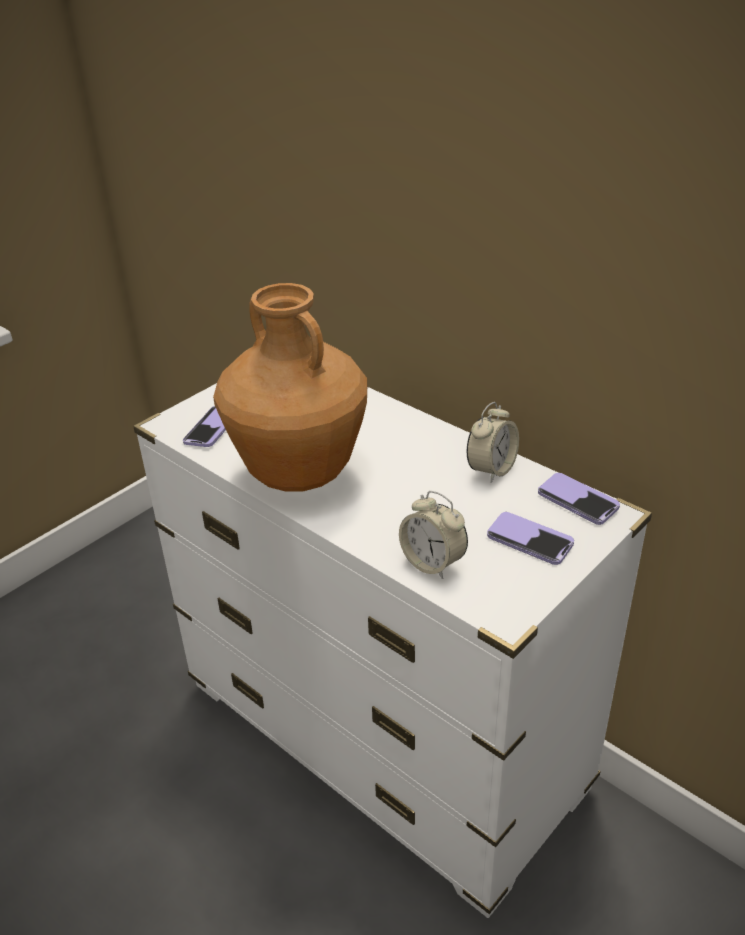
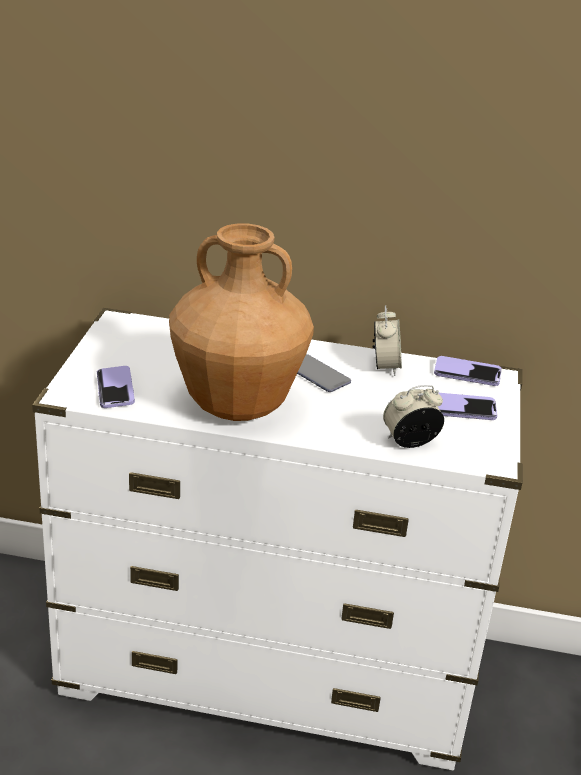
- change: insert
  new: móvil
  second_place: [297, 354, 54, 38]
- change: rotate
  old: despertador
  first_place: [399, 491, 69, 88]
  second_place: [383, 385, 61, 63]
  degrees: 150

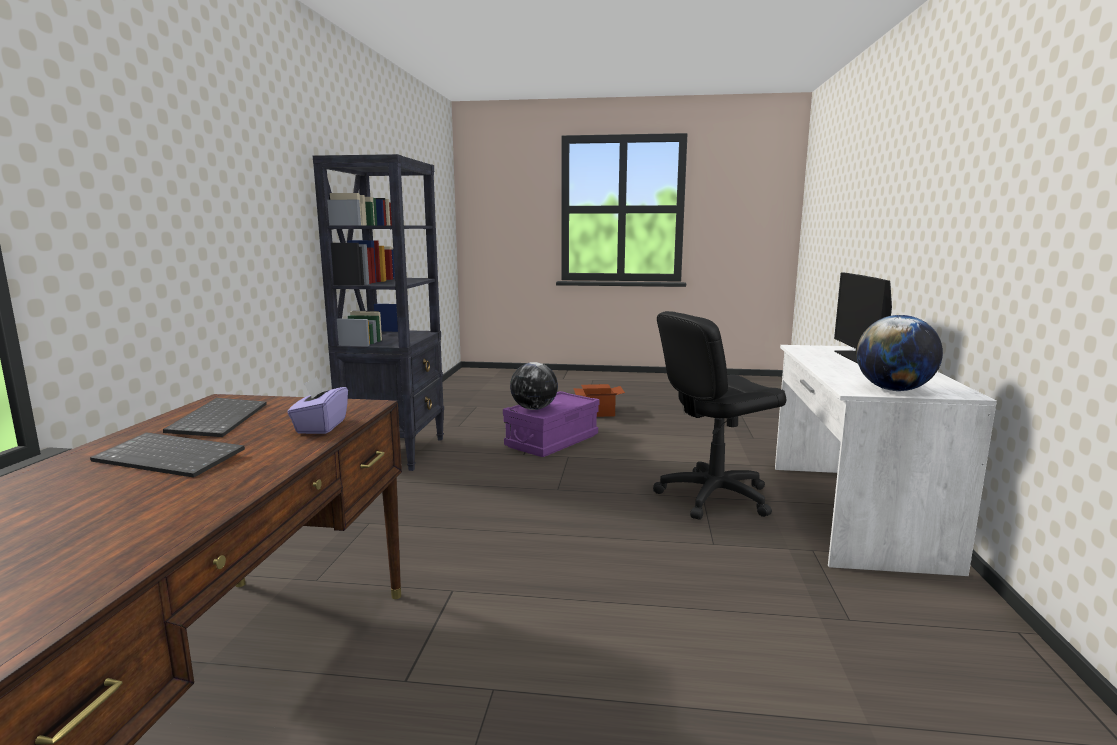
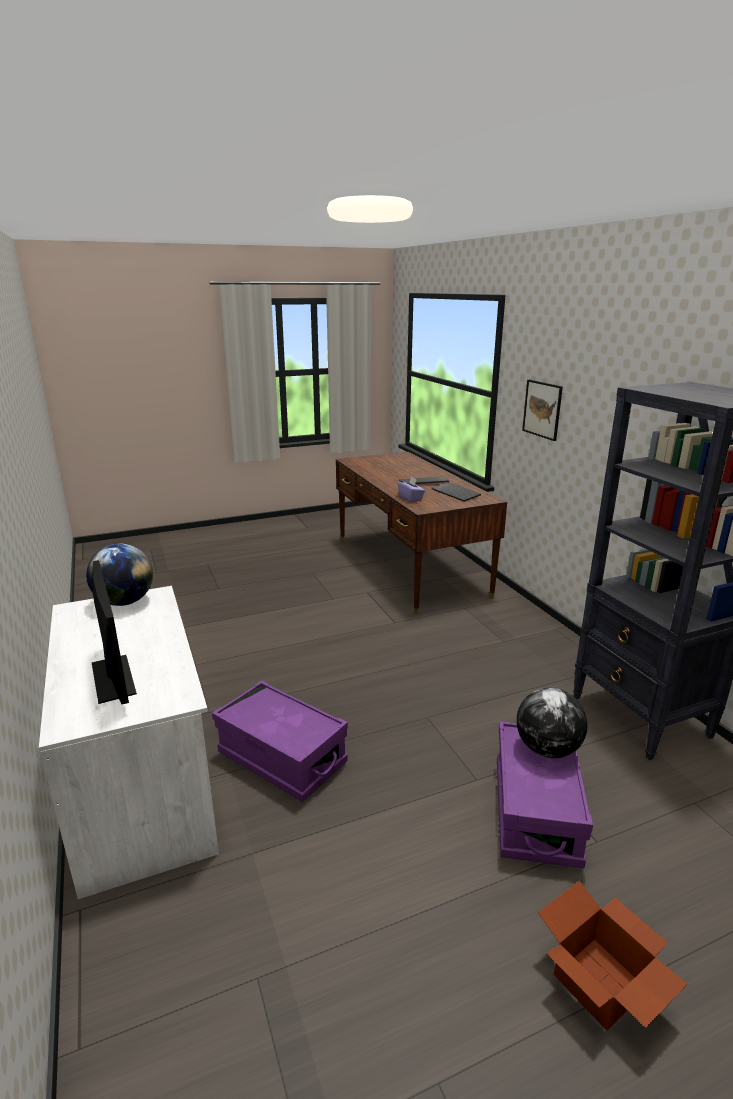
- change: replace
  old: silla de oficina (negro)
  new: caja de almacenaje (morado)
  first_place: [653, 311, 133, 209]
  second_place: [212, 680, 136, 122]
- change: insert
  new: cuadro
  second_place: [522, 380, 41, 61]

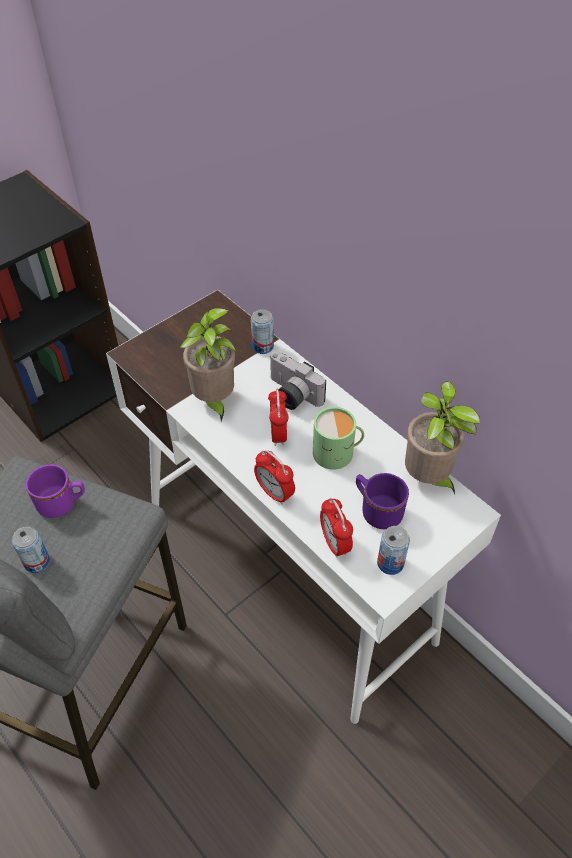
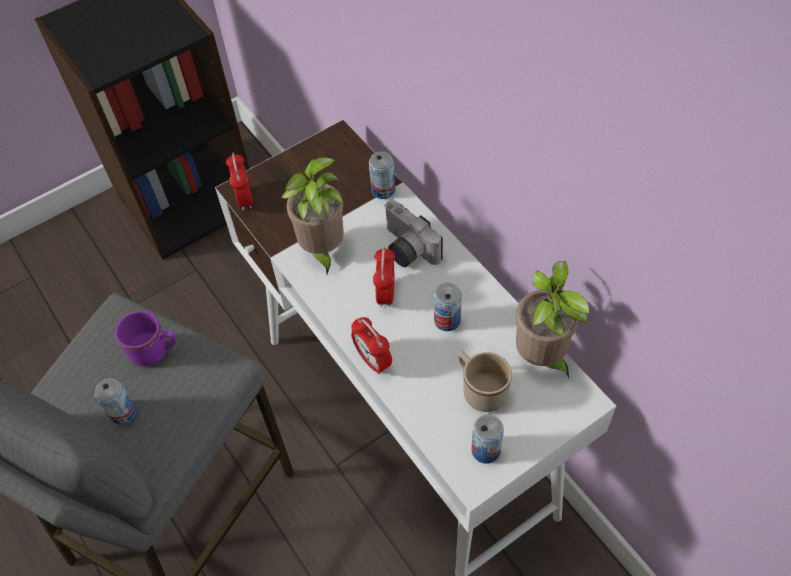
- change: move
  old: despertador
  first_place: [320, 498, 33, 60]
  second_place: [226, 153, 27, 57]
- change: replace
  old: taza grande (verde)
  new: lata
  first_place: [313, 407, 51, 63]
  second_place: [434, 282, 28, 49]
- change: recolor
  old: taza grande (morado)
  new: taza grande (beis)
  first_place: [356, 473, 53, 56]
  second_place: [458, 351, 54, 61]

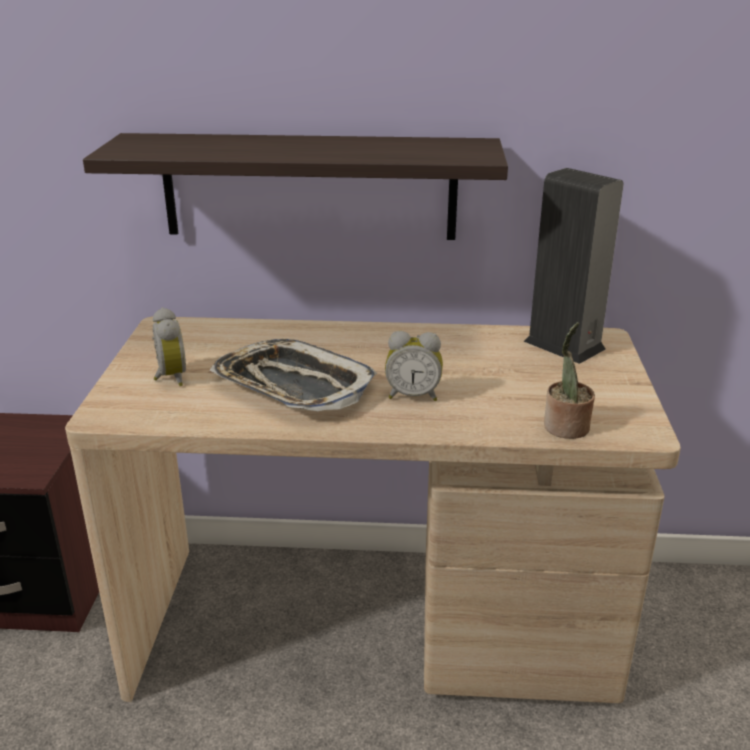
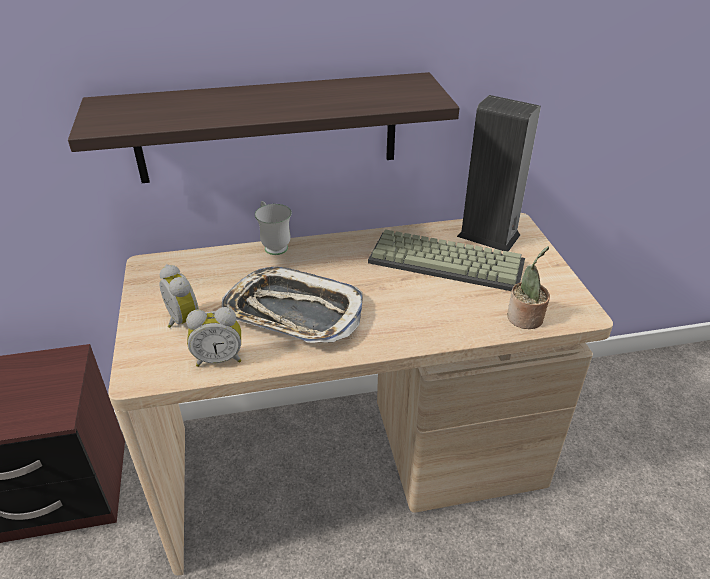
- change: move
  old: despertador
  first_place: [385, 331, 58, 70]
  second_place: [186, 307, 55, 60]
- change: insert
  new: taza grande (blanco)
  second_place: [255, 201, 37, 54]
- change: insert
  new: teclado
  second_place: [368, 229, 157, 62]

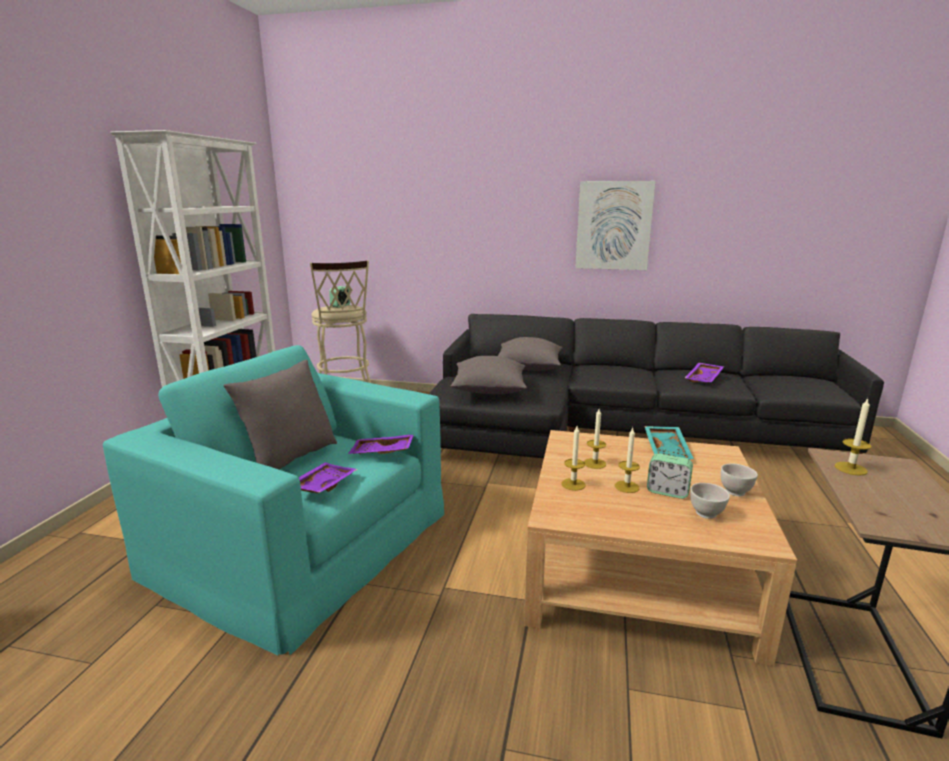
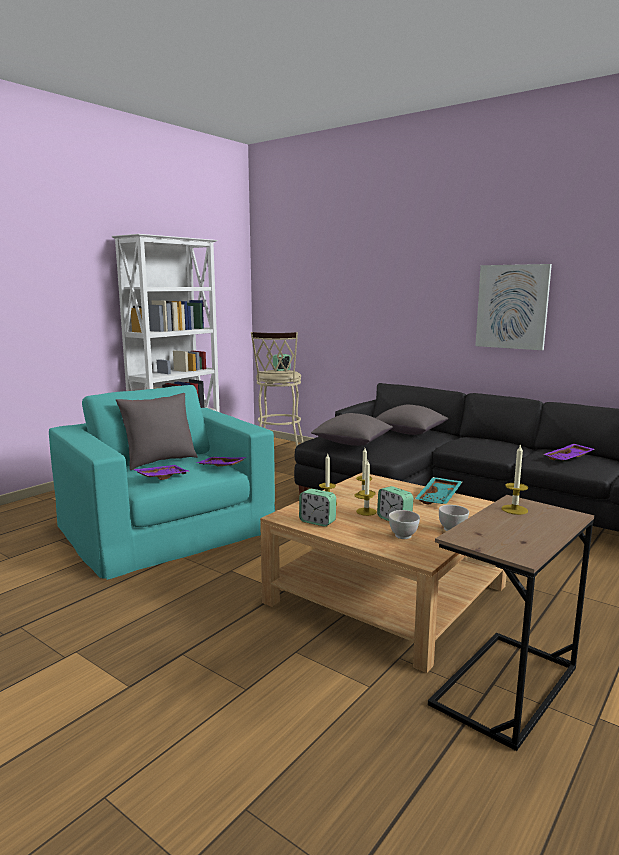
- change: insert
  new: despertador
  second_place: [299, 489, 37, 38]

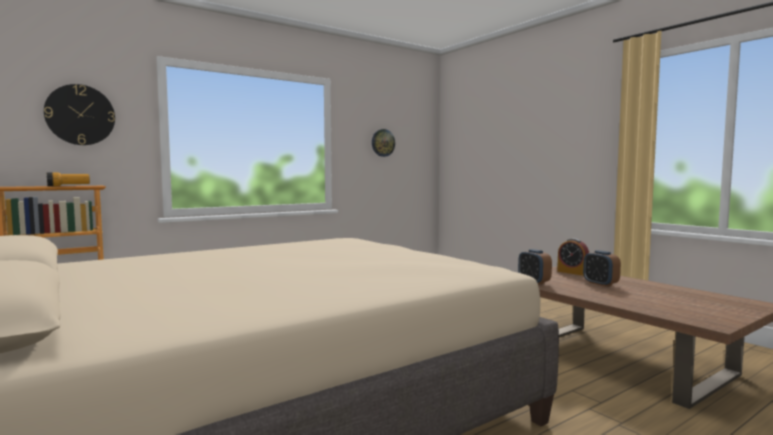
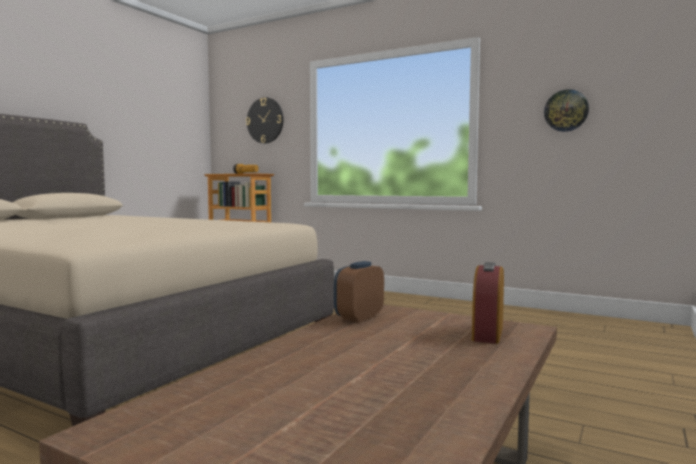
- change: delete
  old: despertador
  first_place: [583, 250, 38, 37]

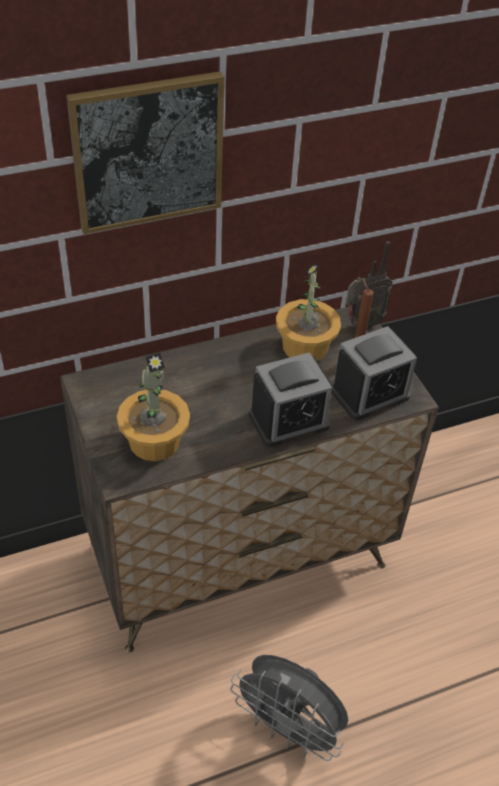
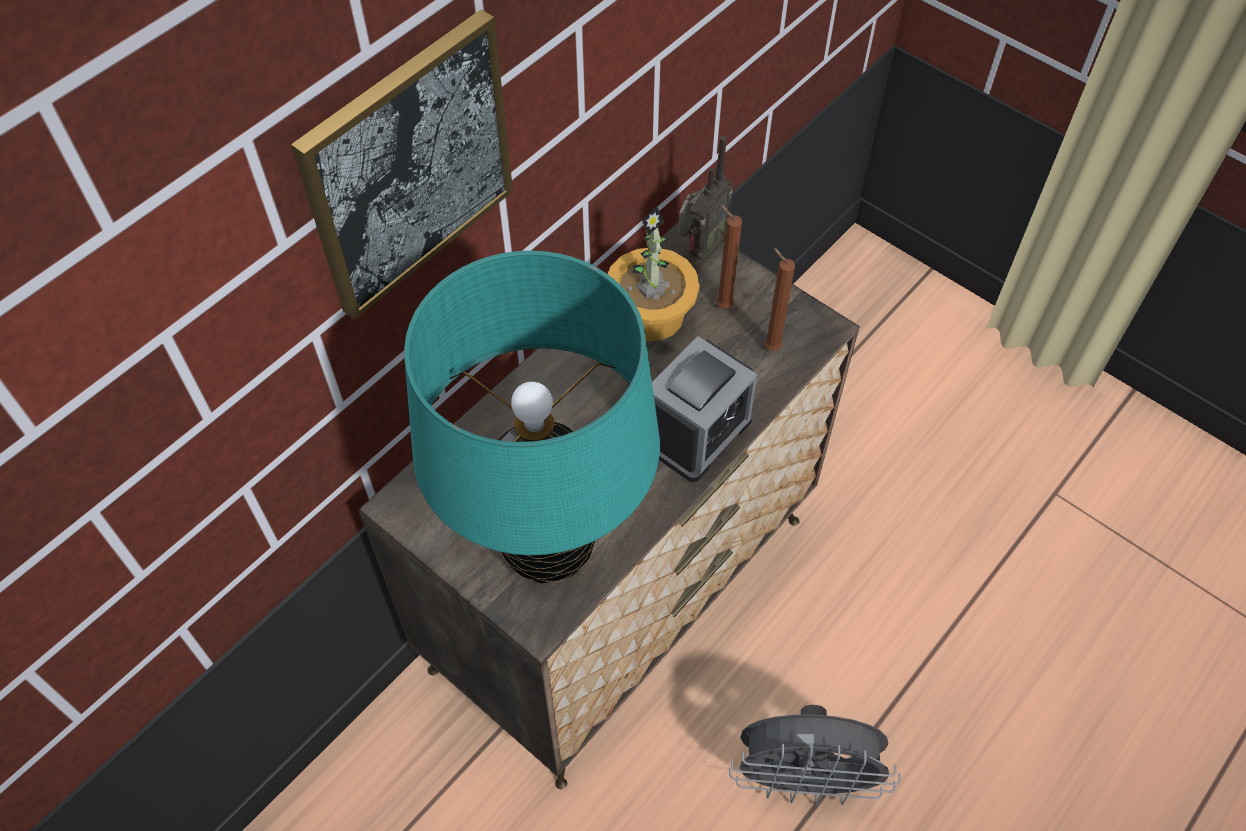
- change: replace
  old: planta en maceta
  new: lámpara de mesa (turquesa)
  first_place: [117, 352, 73, 109]
  second_place: [404, 251, 256, 333]
- change: replace
  old: despertador
  new: vela (marrón)
  first_place: [331, 326, 86, 95]
  second_place: [764, 248, 31, 103]

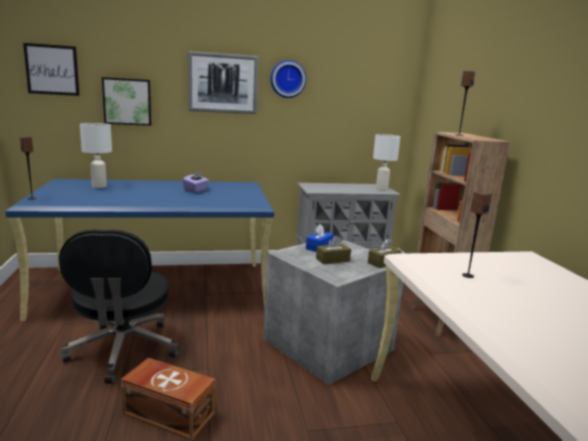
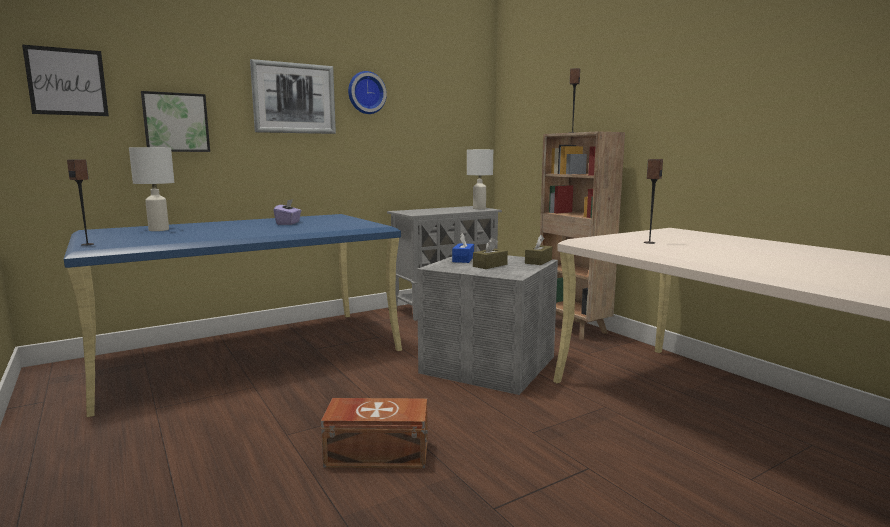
- change: delete
  old: silla de oficina (negro)
  first_place: [59, 229, 120, 155]

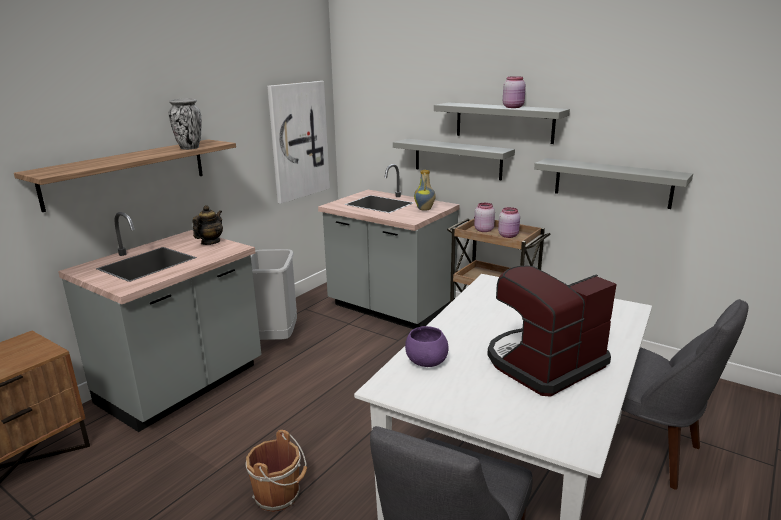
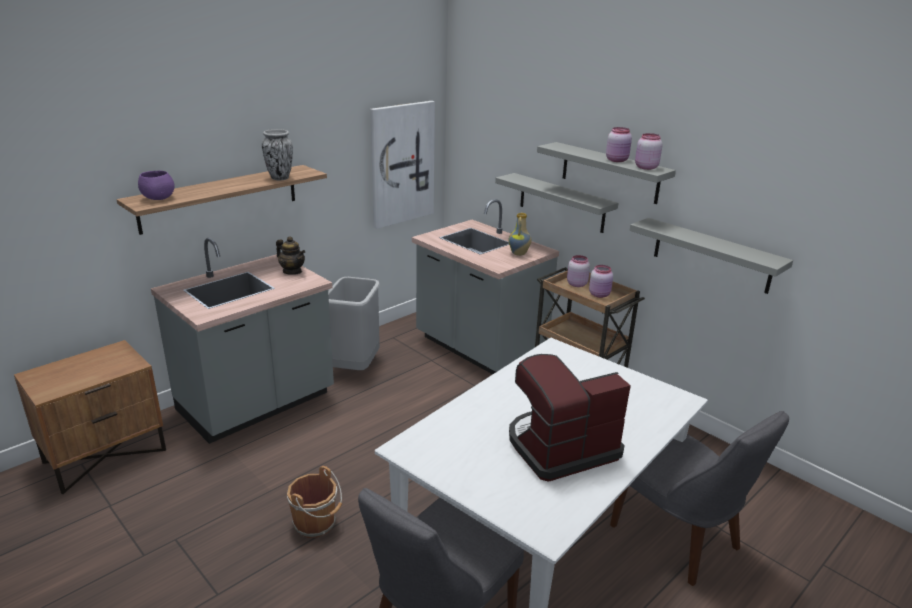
- change: move
  old: cuenco (morado)
  first_place: [405, 326, 44, 41]
  second_place: [138, 170, 37, 30]
- change: rotate
  old: tetera
  first_place: [193, 205, 30, 40]
  second_place: [276, 236, 29, 39]
  degrees: 90
- change: insert
  new: tarro (rosa)
  second_place: [635, 133, 27, 37]

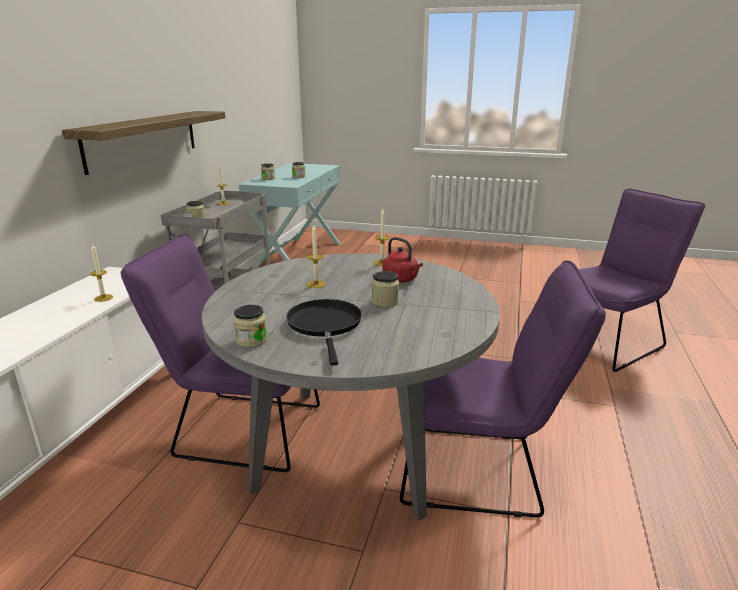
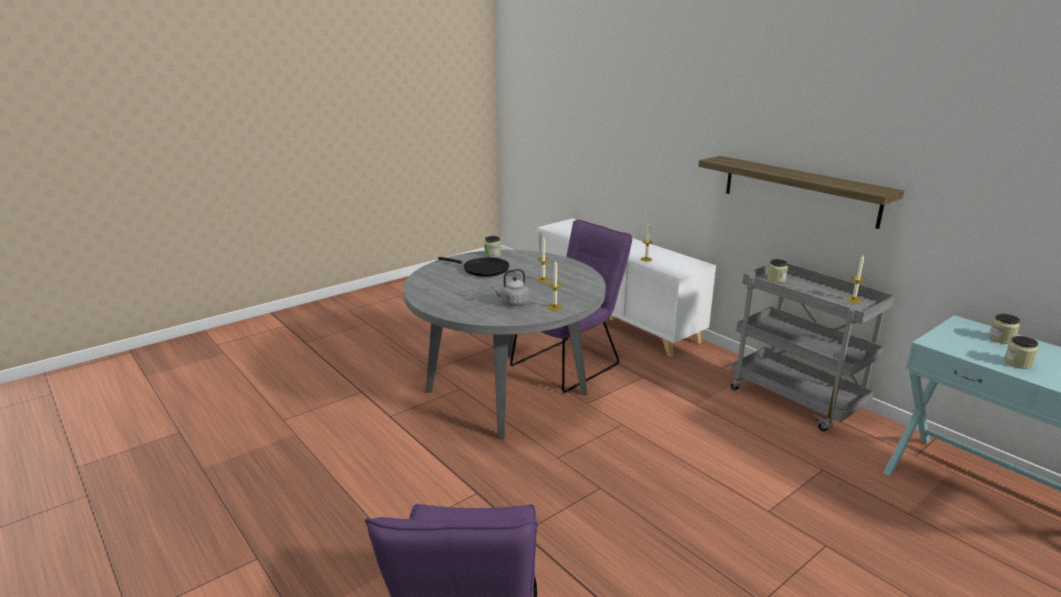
- change: recolor
  old: hervidor (rojo)
  new: hervidor (gris)
  first_place: [382, 237, 41, 46]
  second_place: [492, 269, 37, 37]
- change: delete
  old: tarro
  first_place: [372, 271, 27, 36]
- change: delete
  old: silla (morado)
  first_place: [400, 261, 206, 257]

